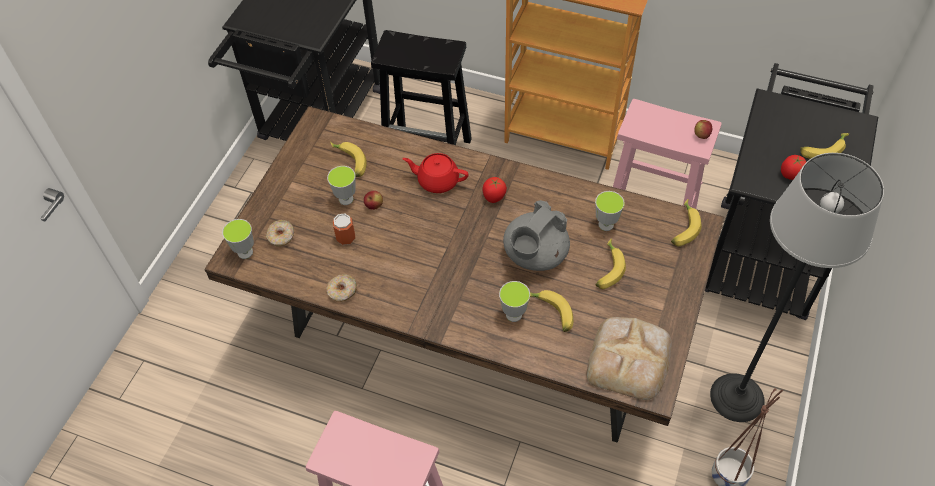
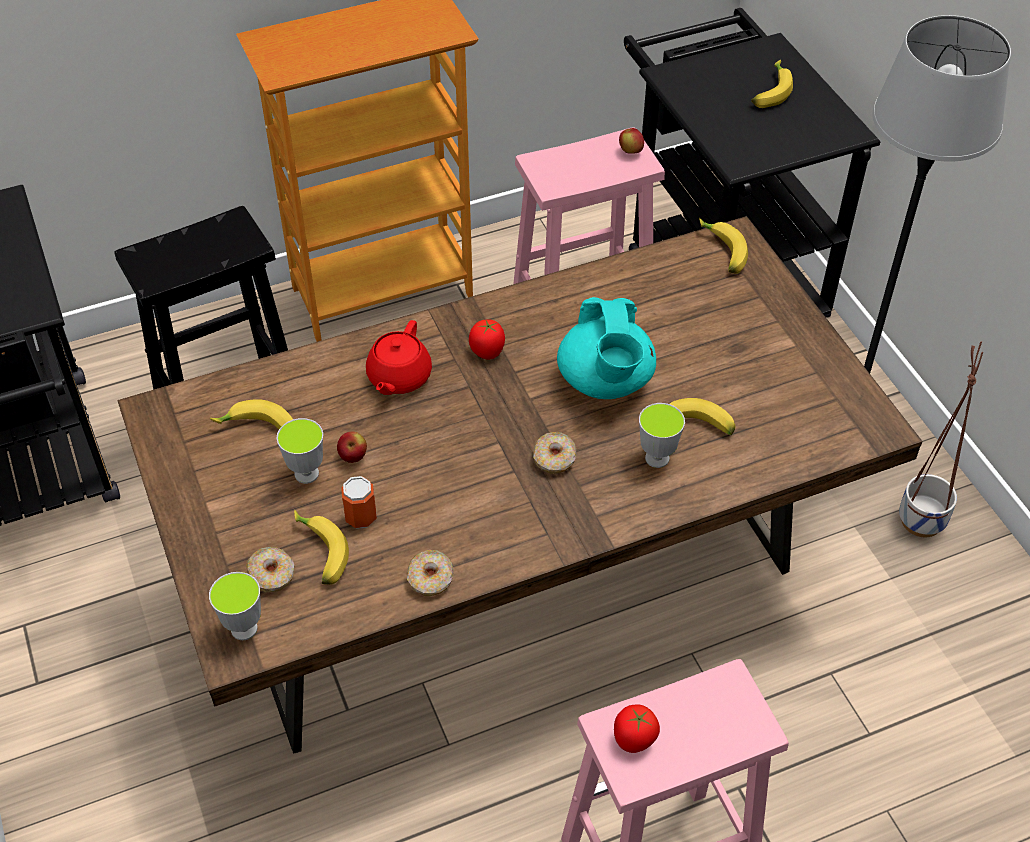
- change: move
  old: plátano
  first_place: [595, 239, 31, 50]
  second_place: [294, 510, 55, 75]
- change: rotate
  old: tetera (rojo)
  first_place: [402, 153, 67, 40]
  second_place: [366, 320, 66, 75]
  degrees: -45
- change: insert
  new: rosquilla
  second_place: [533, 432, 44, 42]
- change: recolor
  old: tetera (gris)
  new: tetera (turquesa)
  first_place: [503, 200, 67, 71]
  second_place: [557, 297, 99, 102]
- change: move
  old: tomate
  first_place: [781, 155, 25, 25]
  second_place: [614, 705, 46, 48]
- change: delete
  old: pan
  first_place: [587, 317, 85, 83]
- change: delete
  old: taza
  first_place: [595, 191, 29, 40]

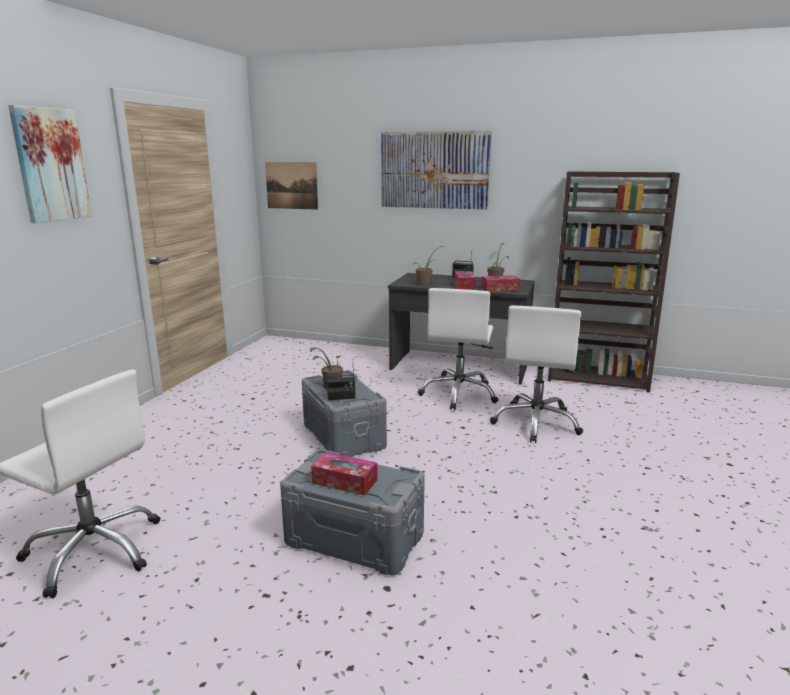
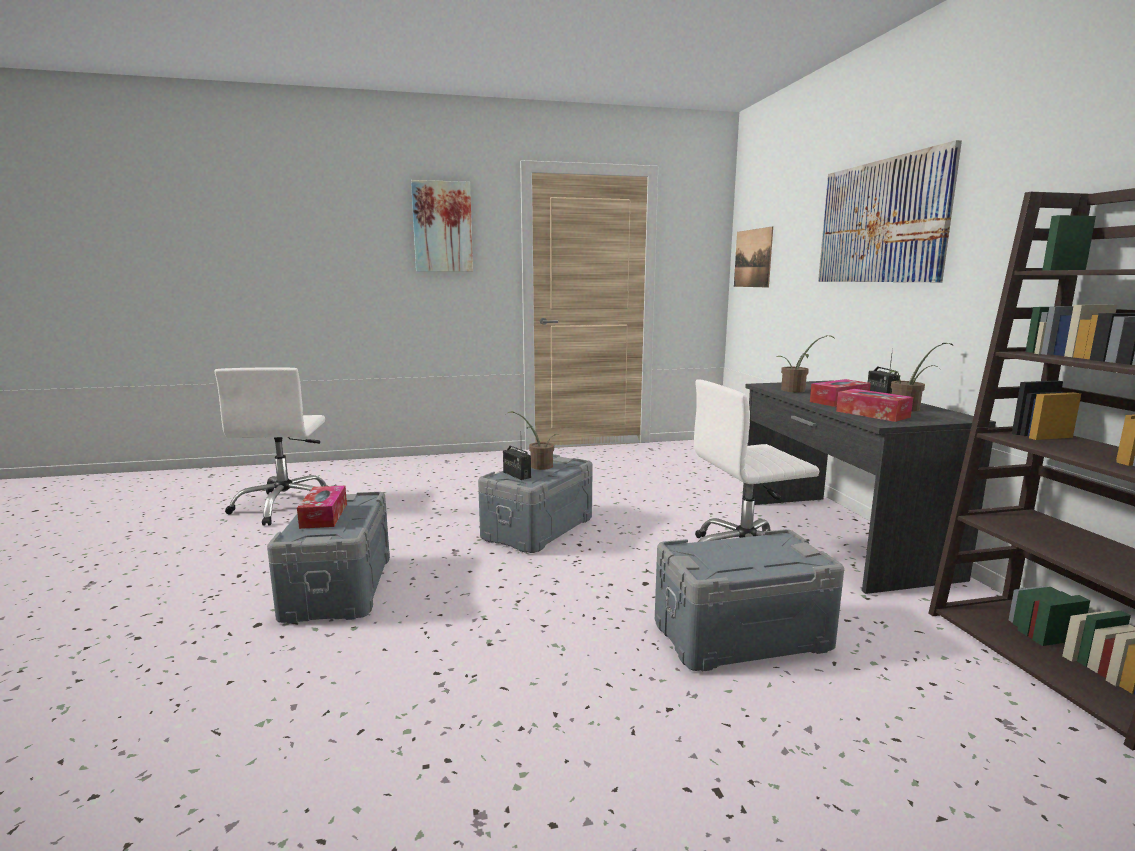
- change: replace
  old: silla de oficina (blanco)
  new: caja de almacenaje (gris)
  first_place: [490, 306, 93, 137]
  second_place: [655, 529, 189, 143]

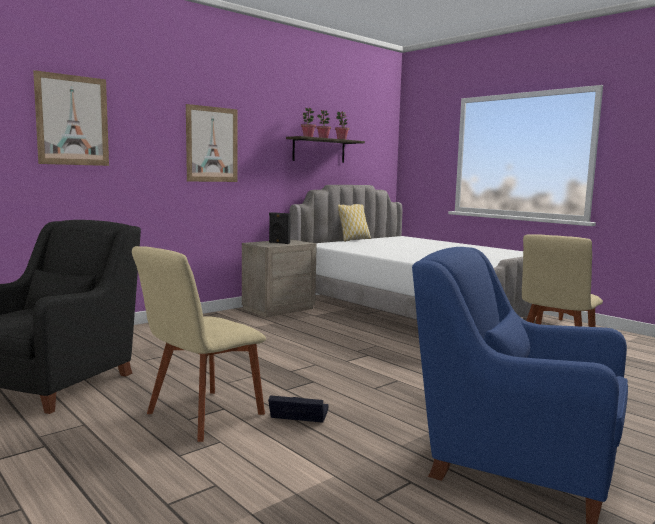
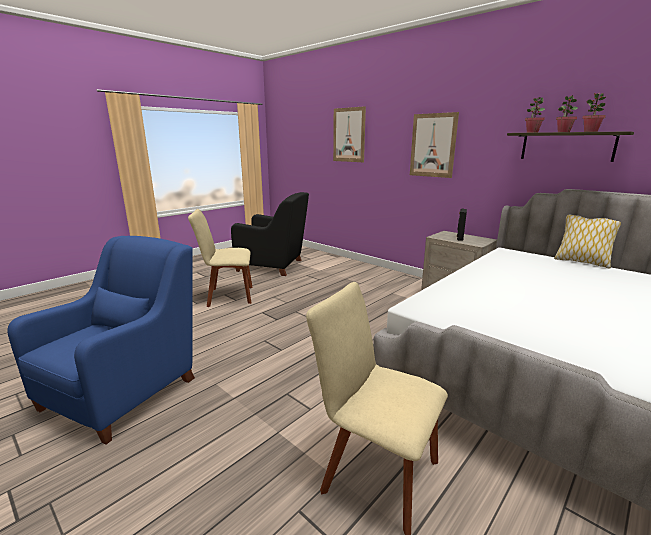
- change: rotate
  old: silla (beis)
  first_place: [132, 246, 134, 196]
  second_place: [188, 209, 65, 98]
  degrees: -45
- change: delete
  old: caja de almacenaje (negro)
  first_place: [268, 395, 60, 28]

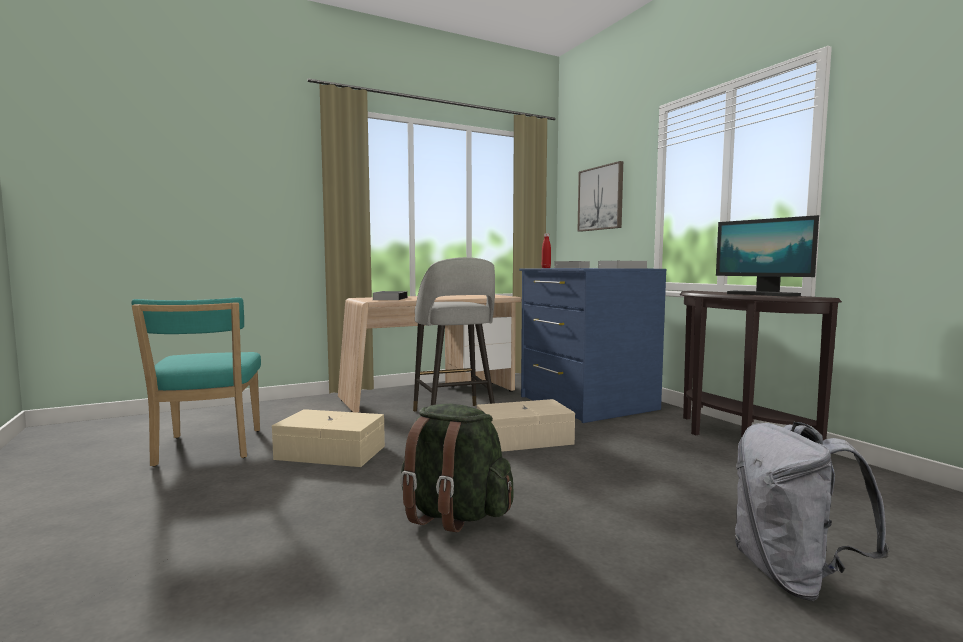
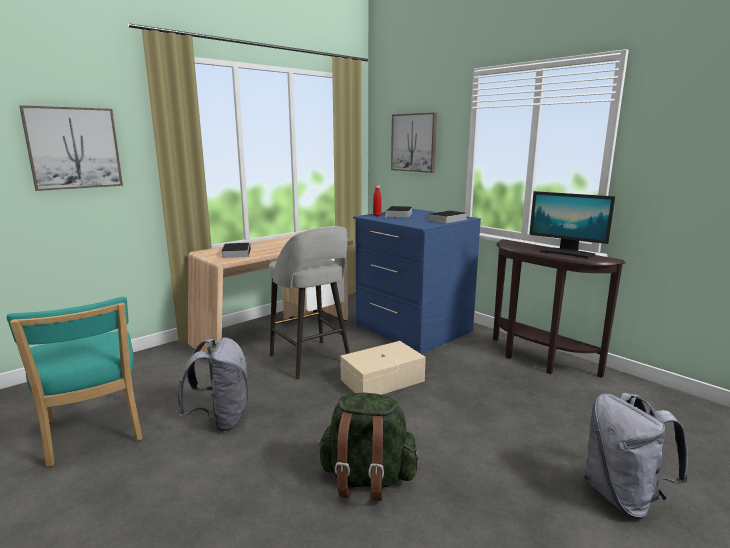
- change: insert
  new: cuadro
  second_place: [19, 105, 104, 86]
- change: replace
  old: caja de almacenaje (beis)
  new: mochila (gris)
  first_place: [272, 409, 113, 58]
  second_place: [178, 337, 70, 95]

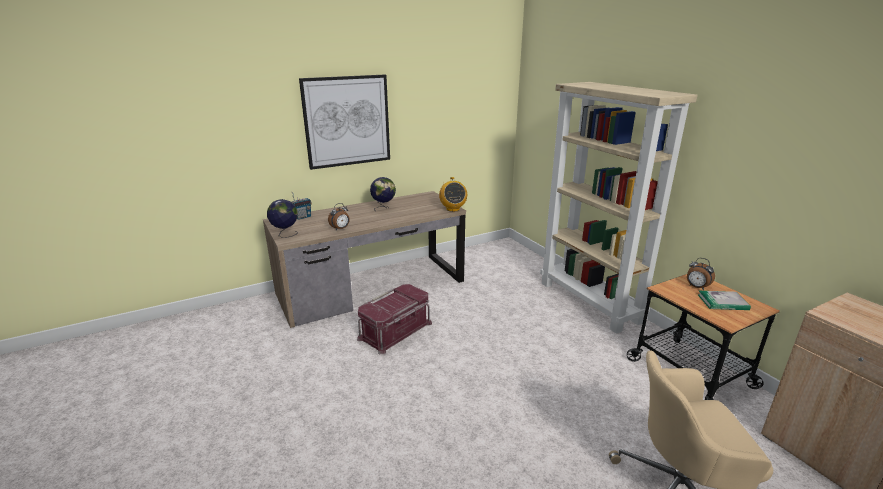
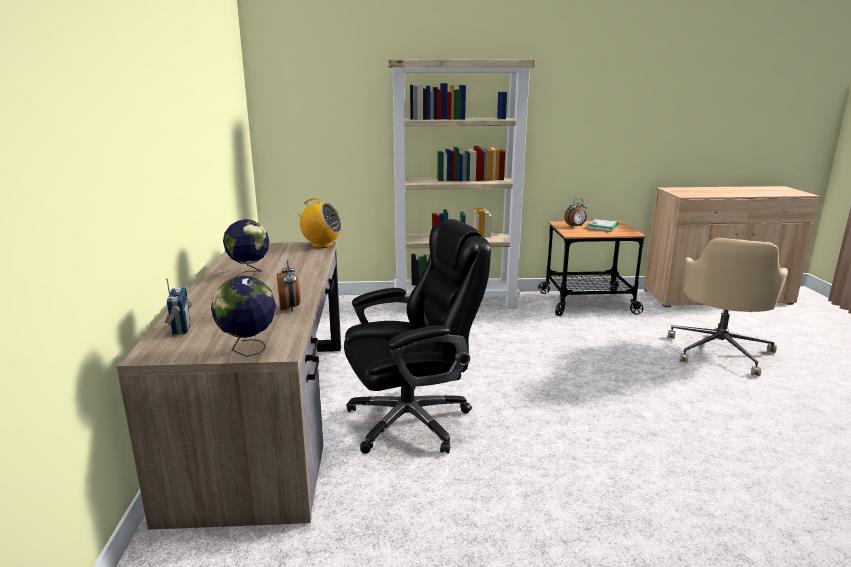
- change: replace
  old: caja de almacenaje (rojo)
  new: silla de oficina (negro)
  first_place: [357, 284, 75, 70]
  second_place: [344, 219, 147, 235]
- change: delete
  old: cuadro
  first_place: [299, 75, 91, 95]

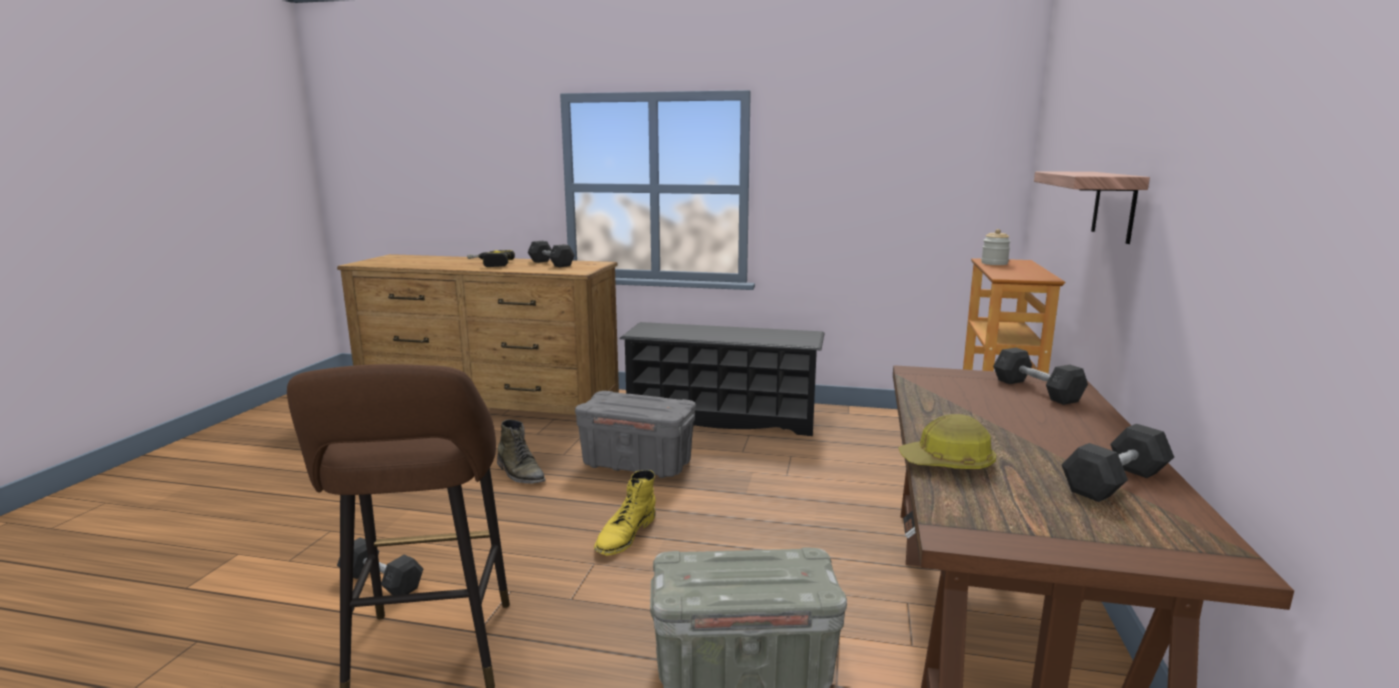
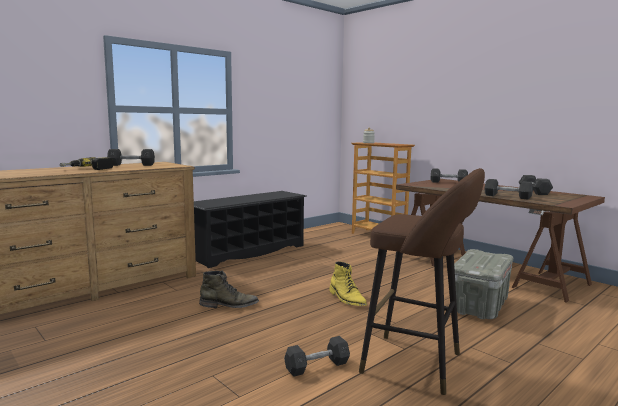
- change: replace
  old: casco
  new: mancuerna (gris)
  first_place: [899, 414, 97, 55]
  second_place: [485, 179, 48, 20]
- change: delete
  old: caja de almacenaje (gris)
  first_place: [575, 391, 121, 87]
- change: delete
  old: estante
  first_place: [1034, 171, 116, 73]

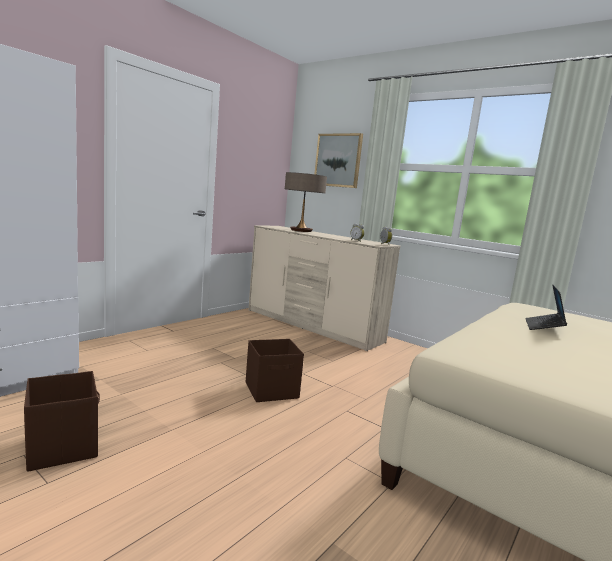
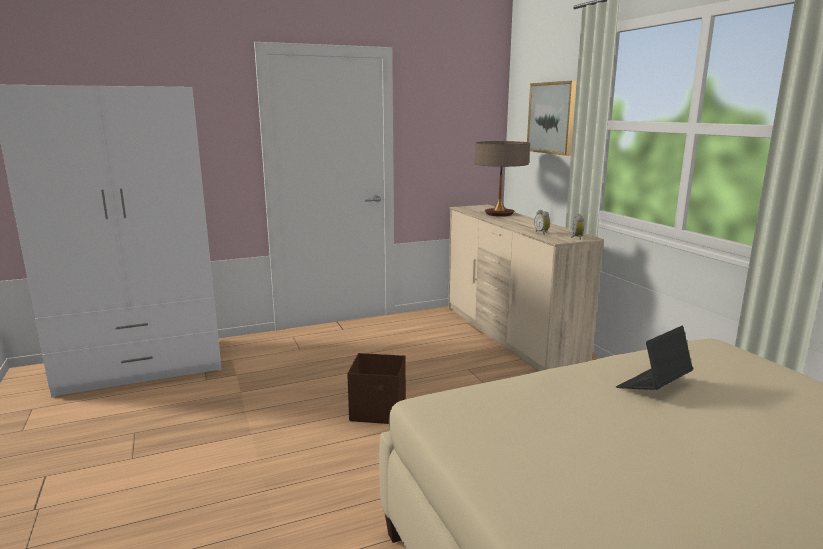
- change: delete
  old: caja de almacenaje (marrón)
  first_place: [24, 371, 76, 101]

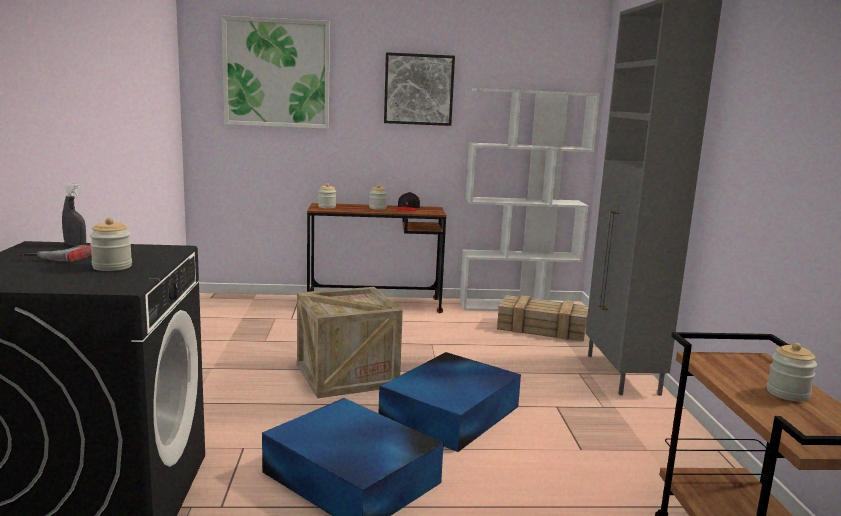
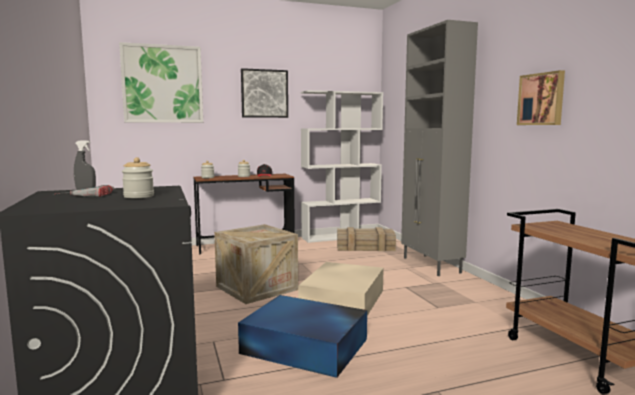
- change: recolor
  old: caja de almacenaje (azul)
  new: caja de almacenaje (beis)
  first_place: [379, 352, 142, 100]
  second_place: [298, 262, 86, 54]
- change: insert
  new: cuadro
  second_place: [517, 70, 48, 55]
- change: delete
  old: tarro
  first_place: [767, 343, 50, 59]

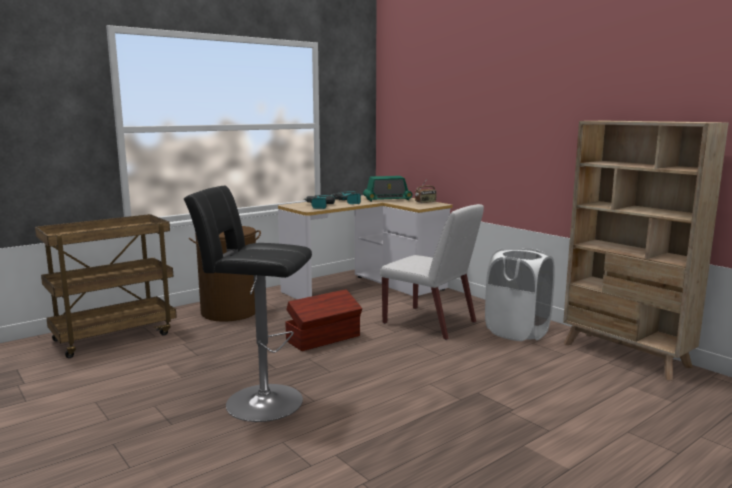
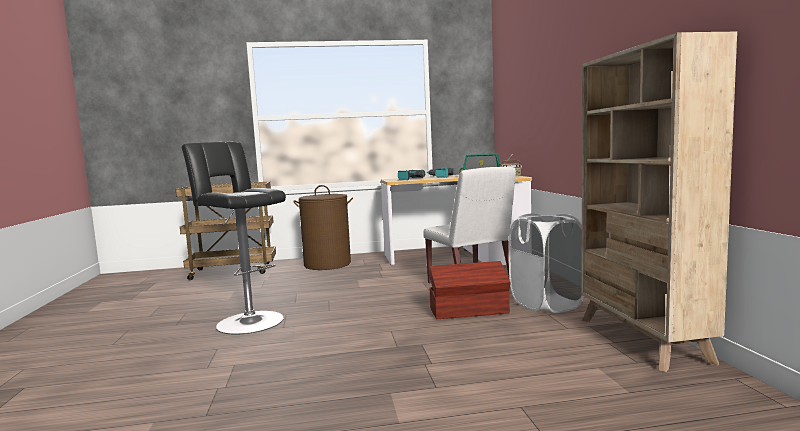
- change: move
  old: caja de almacenaje (marrón)
  first_place: [285, 289, 77, 62]
  second_place: [429, 261, 82, 58]

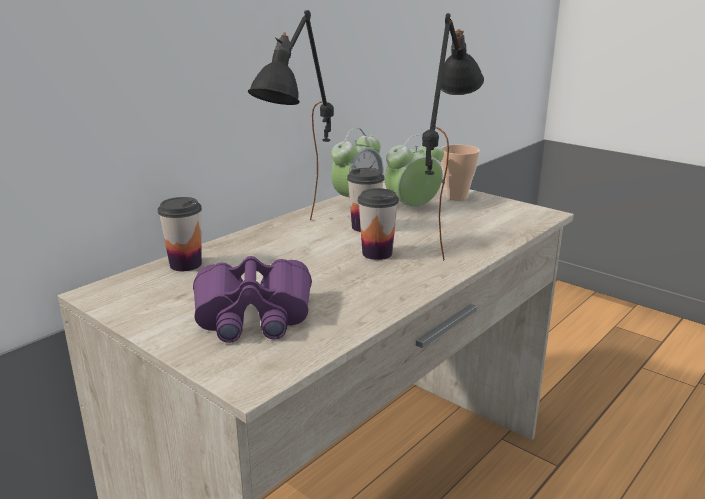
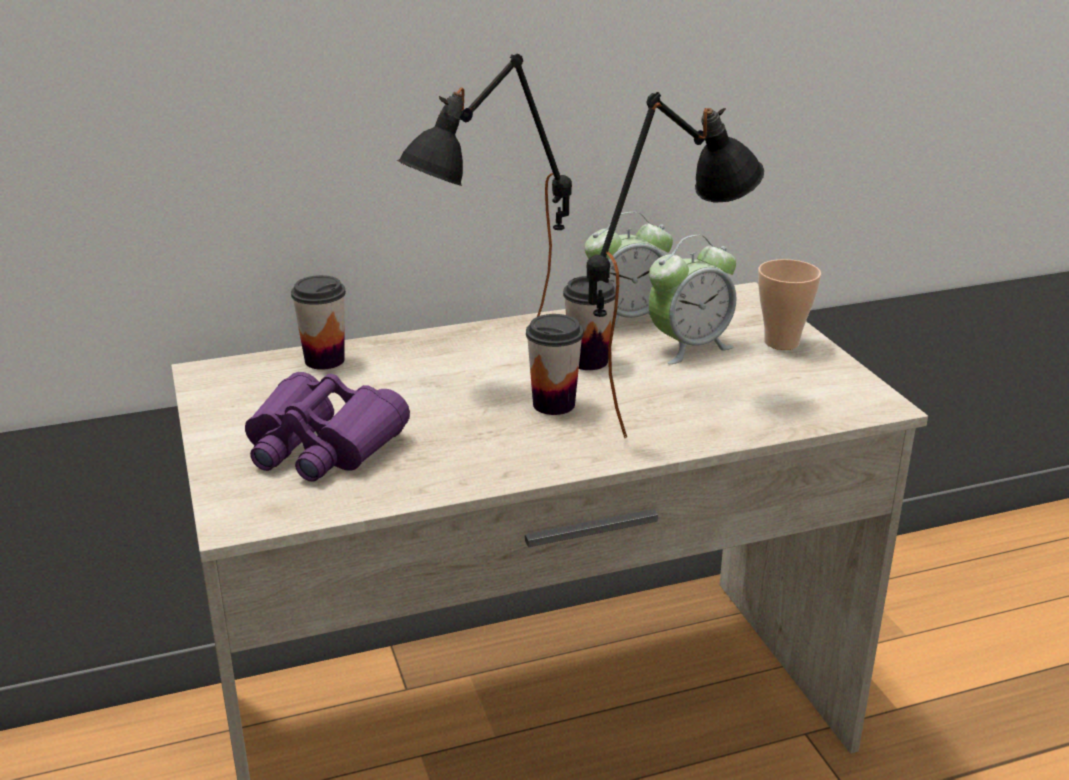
- change: rotate
  old: despertador
  first_place: [385, 134, 59, 73]
  second_place: [648, 235, 88, 129]
  degrees: 150

